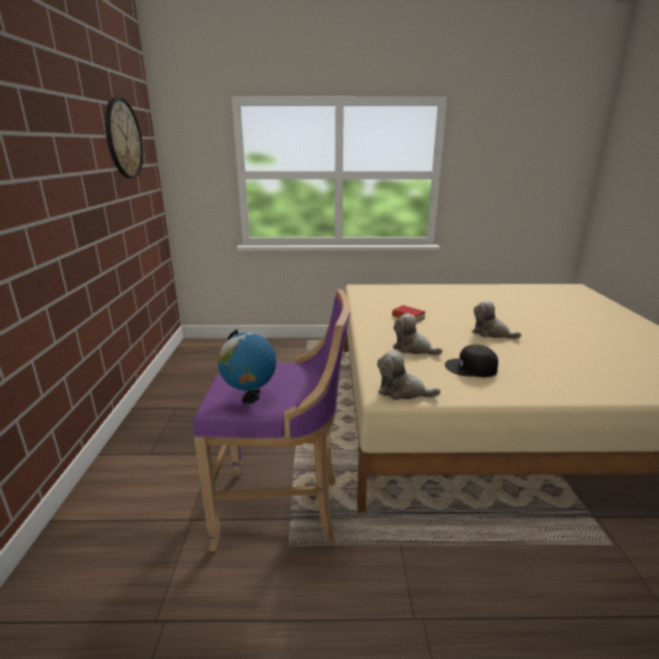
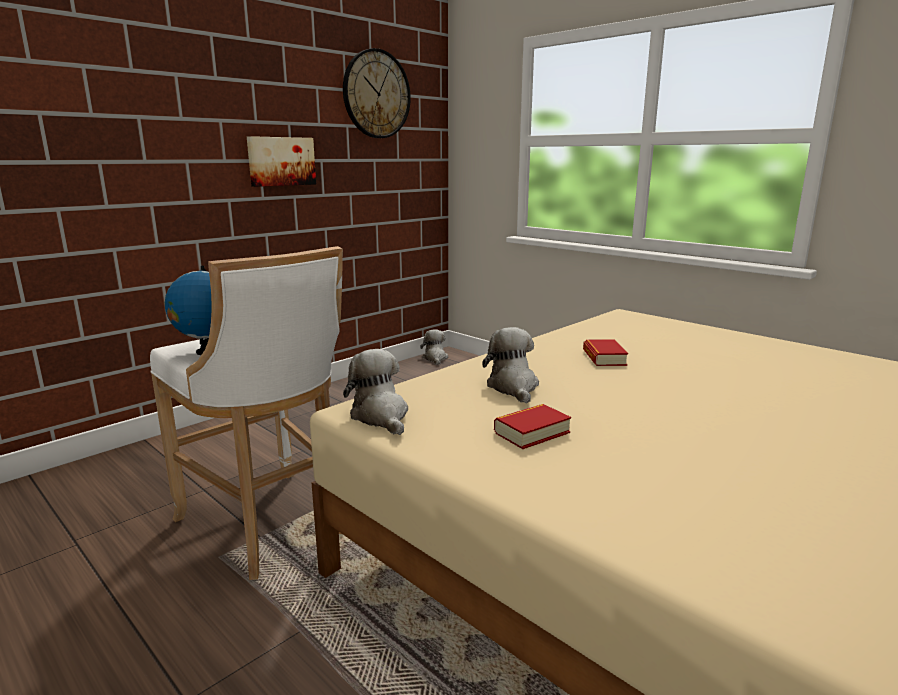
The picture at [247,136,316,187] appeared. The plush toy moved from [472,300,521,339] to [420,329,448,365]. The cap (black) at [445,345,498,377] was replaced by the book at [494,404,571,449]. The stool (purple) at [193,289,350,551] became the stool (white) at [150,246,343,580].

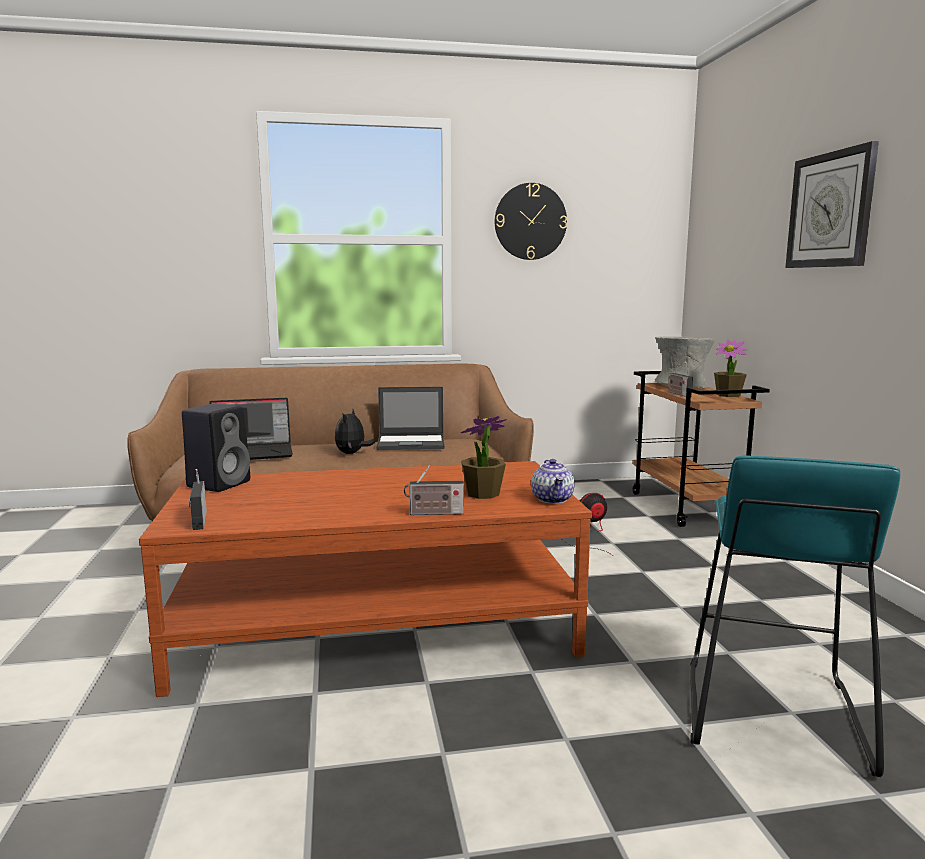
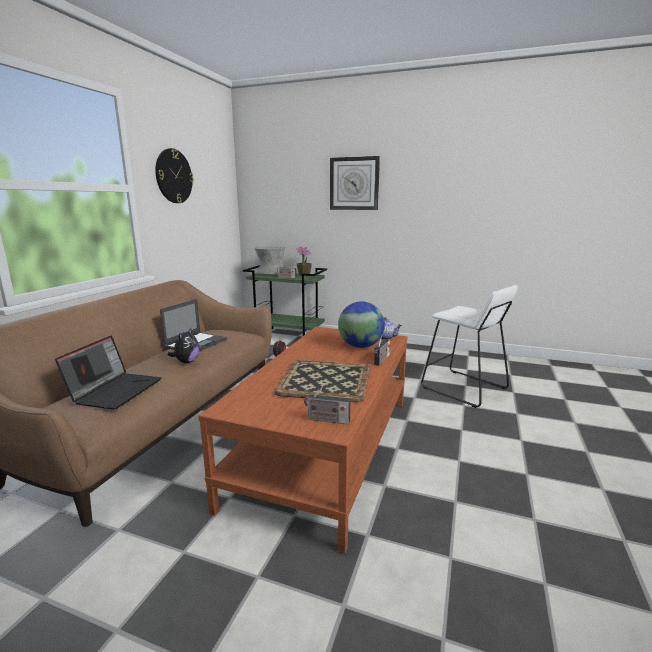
The speaker (black) at [182,404,250,492] disappeared. The tray at [274,360,370,402] appeared. The potted plant at [461,416,507,499] was replaced by the globe at [338,301,385,348]. The cart (brown) at [633,371,770,527] became the cart (green) at [243,265,327,336]. The stool (turquoise) at [690,455,900,777] became the stool (white) at [421,285,518,408]. The plush toy at [335,409,375,454] turned 120 degrees counterclockwise.

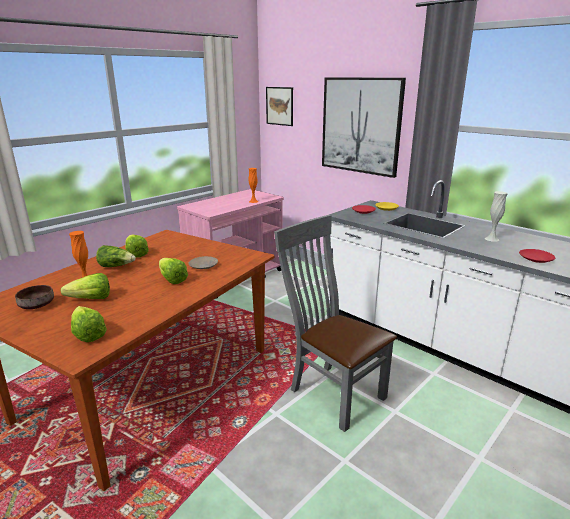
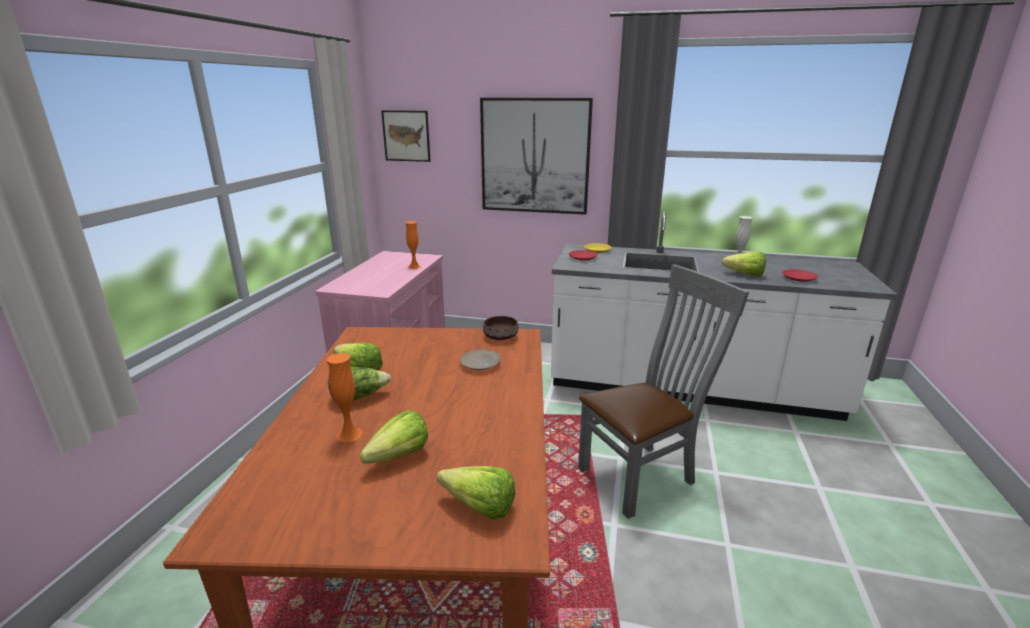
The bowl (brown) moved from [15,285,54,309] to [483,316,518,340]. The lettuce moved from [159,258,188,284] to [722,252,766,277]. The chair (grey) at [274,215,397,432] turned 135 degrees clockwise.

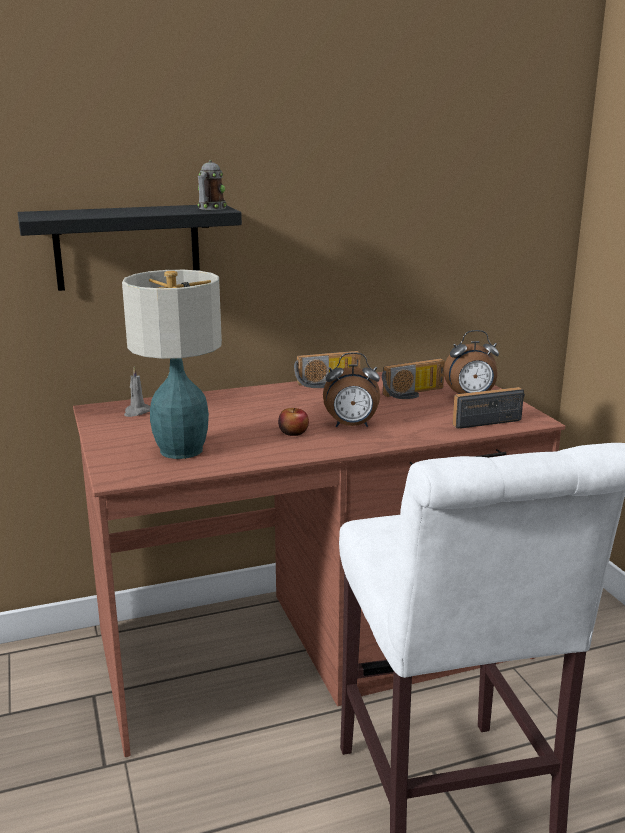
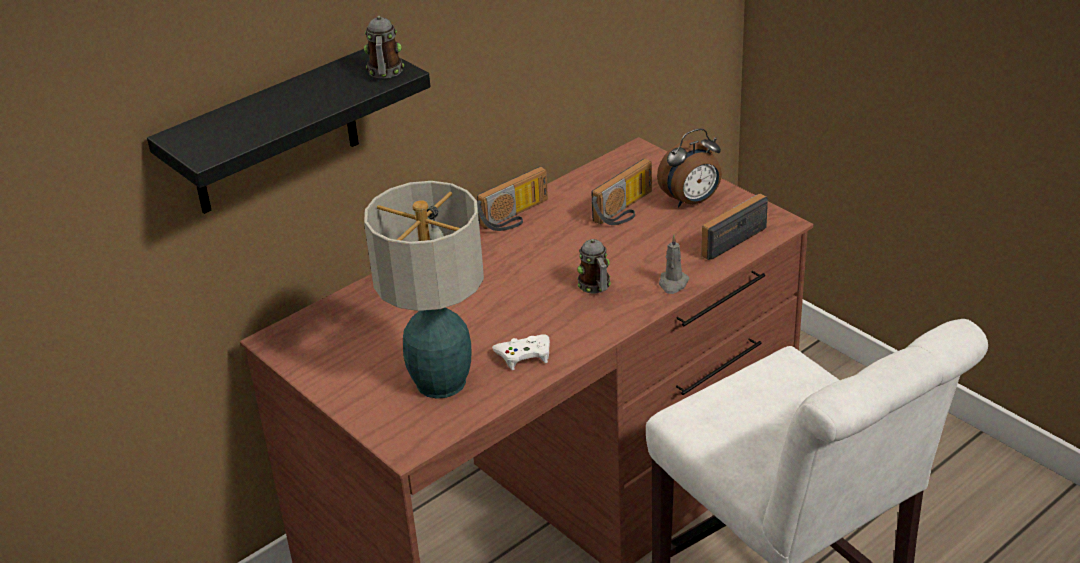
The apple at [278,408,309,436] disappeared. The game controller (white) at [492,334,550,370] appeared. The candle (grey) moved from [124,367,150,417] to [659,235,690,294]. The alarm clock at [323,352,380,427] was replaced by the mug at [577,239,611,294].

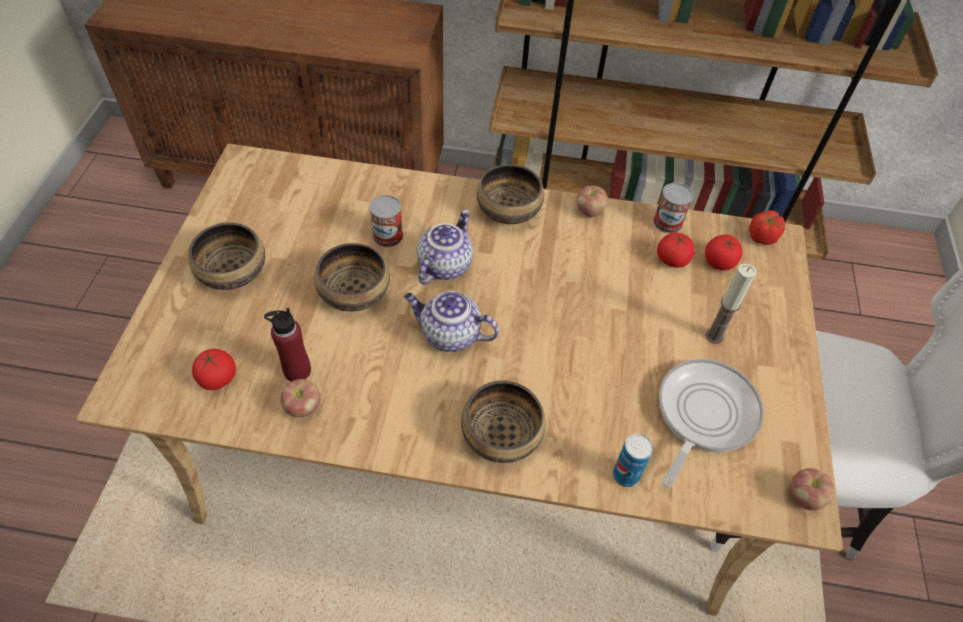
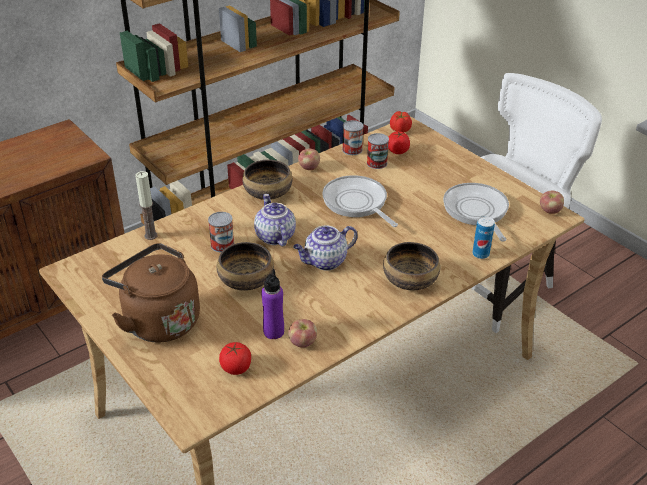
The frying pan at [322,175,398,227] appeared. The candle moved from [705,263,757,344] to [135,171,158,240]. The bowl at [188,222,265,290] was replaced by the kettle (brown) at [102,243,200,342]. The tomato at [657,232,694,268] was replaced by the can at [367,133,389,169]. The bottle (red) at [264,308,311,381] became the bottle (purple) at [261,269,284,339].

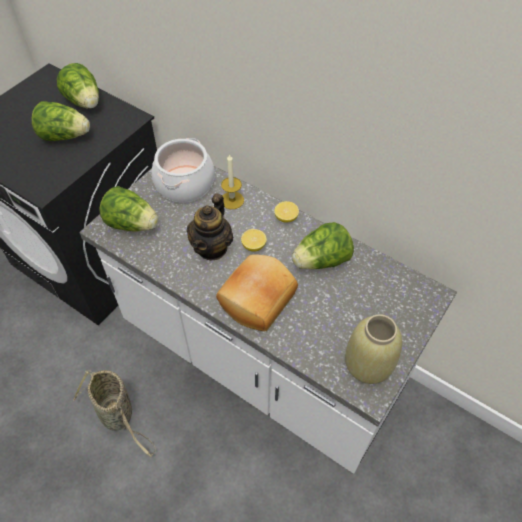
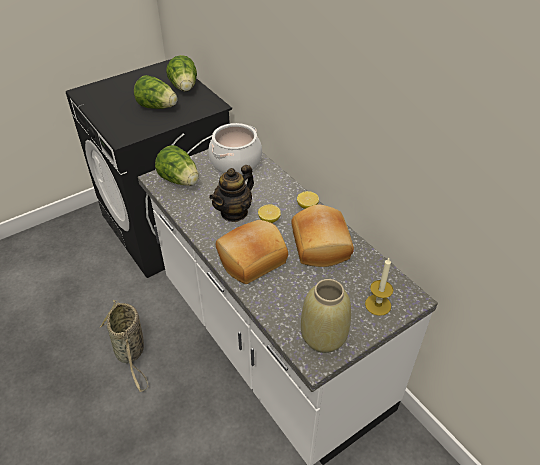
The candle moved from [221,154,244,209] to [365,258,393,316]. The lettuce at [292,222,354,269] was replaced by the bread at [291,205,354,267].

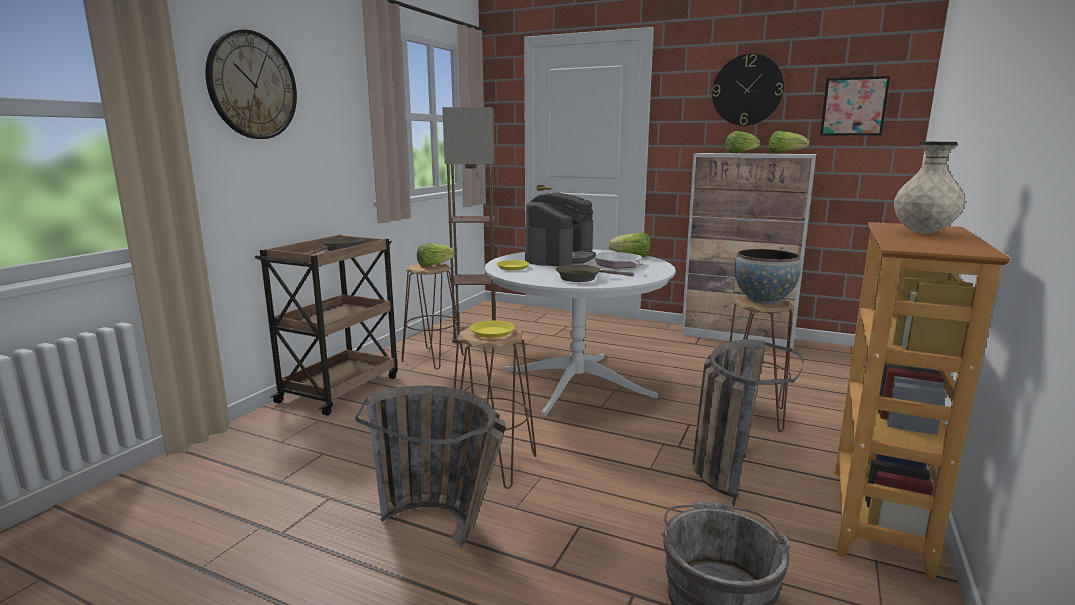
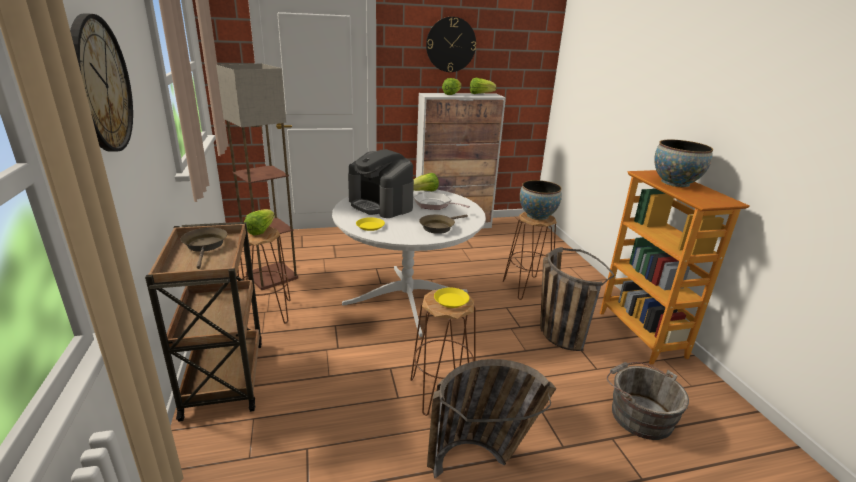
The picture at [820,76,890,135] disappeared. The vase (beige) at [894,142,964,234] was replaced by the bowl at [654,139,713,187]. The coffee machine at [525,192,596,267] turned 150 degrees clockwise.

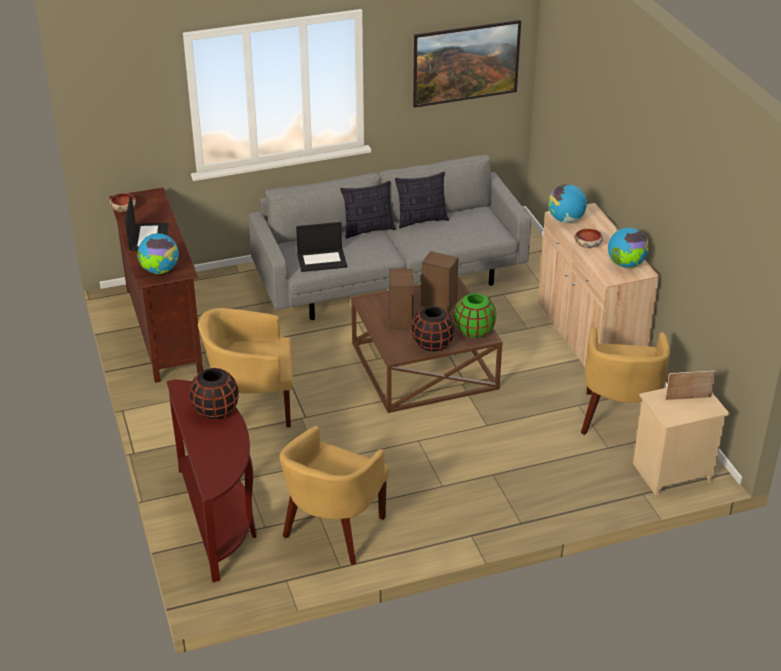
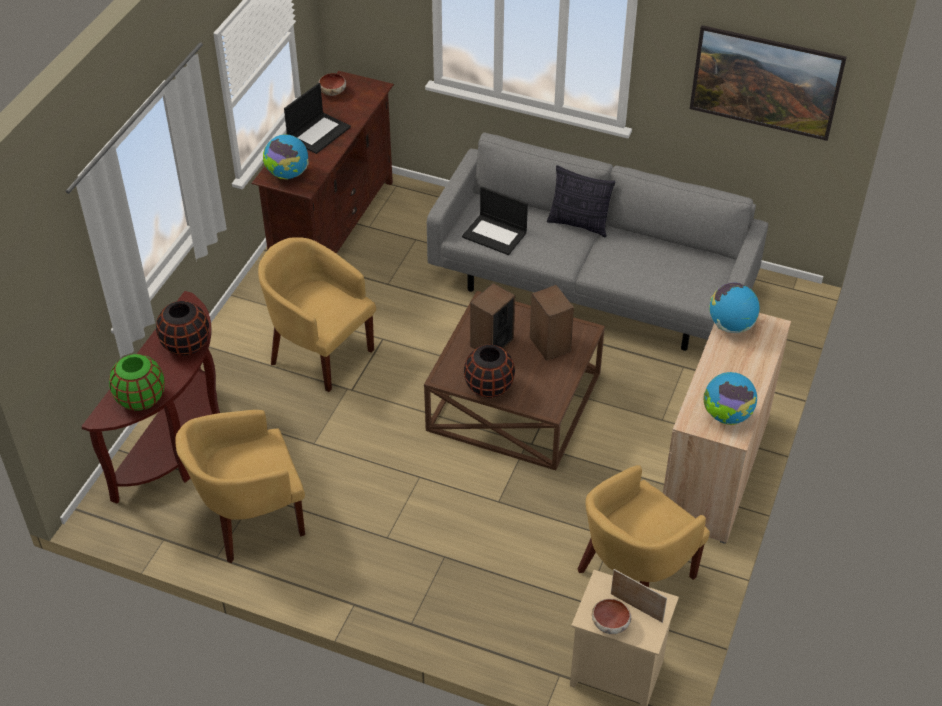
The pillow at [395,172,449,228] disappeared. The vase (green) moved from [454,293,496,338] to [109,354,165,410]. The bowl moved from [575,228,603,248] to [592,599,631,634].

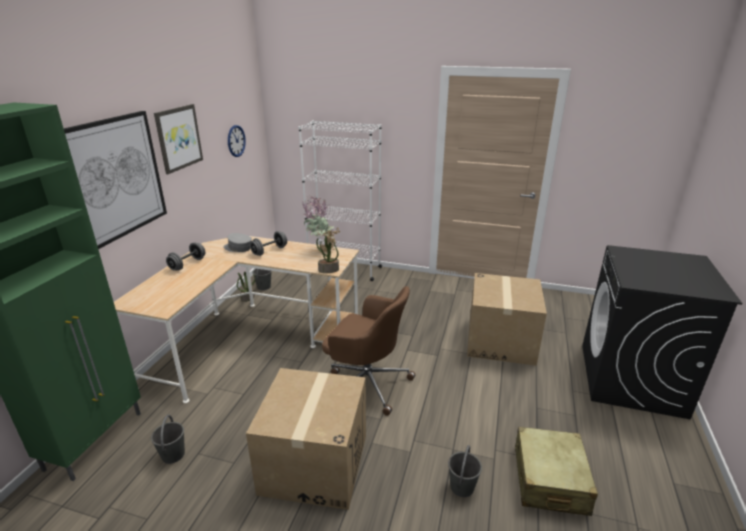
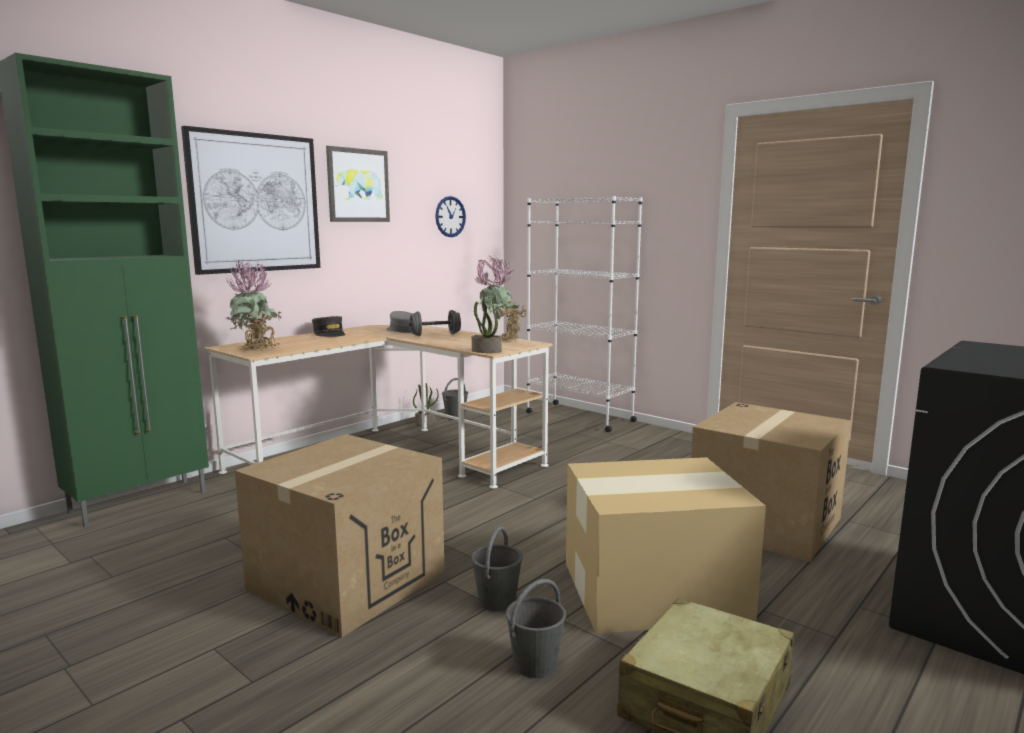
The office chair (brown) at [322,286,415,416] disappeared. The potted plant at [225,260,282,350] appeared. The cardboard box at [566,457,766,634] appeared. The bucket (grey) moved from [151,415,185,464] to [471,526,523,611]. The dumbbell (grey) at [166,242,205,271] was replaced by the cap (grey) at [312,316,345,337].

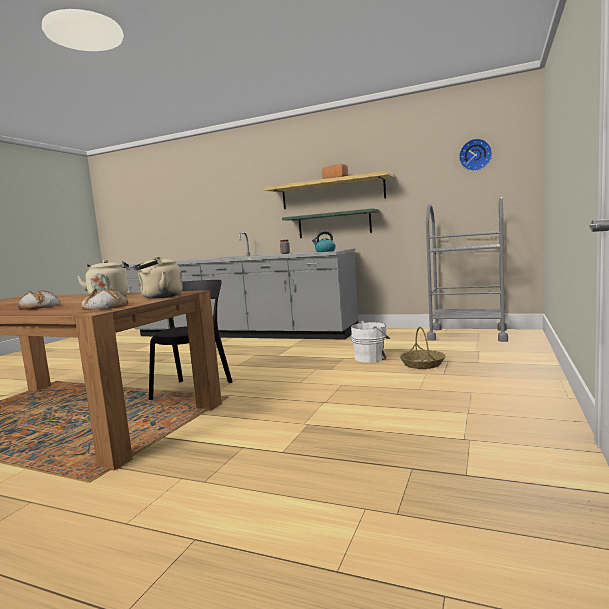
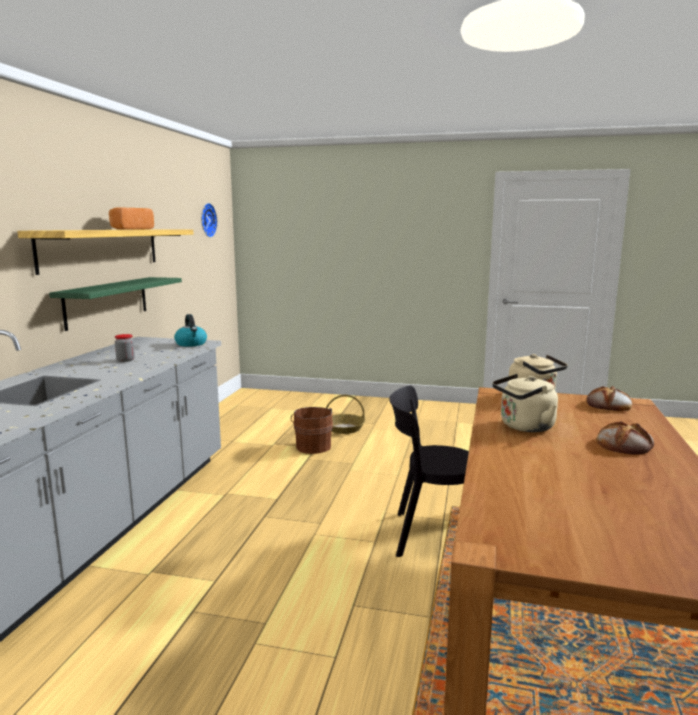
The cart (grey) at [426,197,508,342] disappeared. The bucket (white) at [351,321,390,363] became the bucket (brown) at [291,407,333,454].

